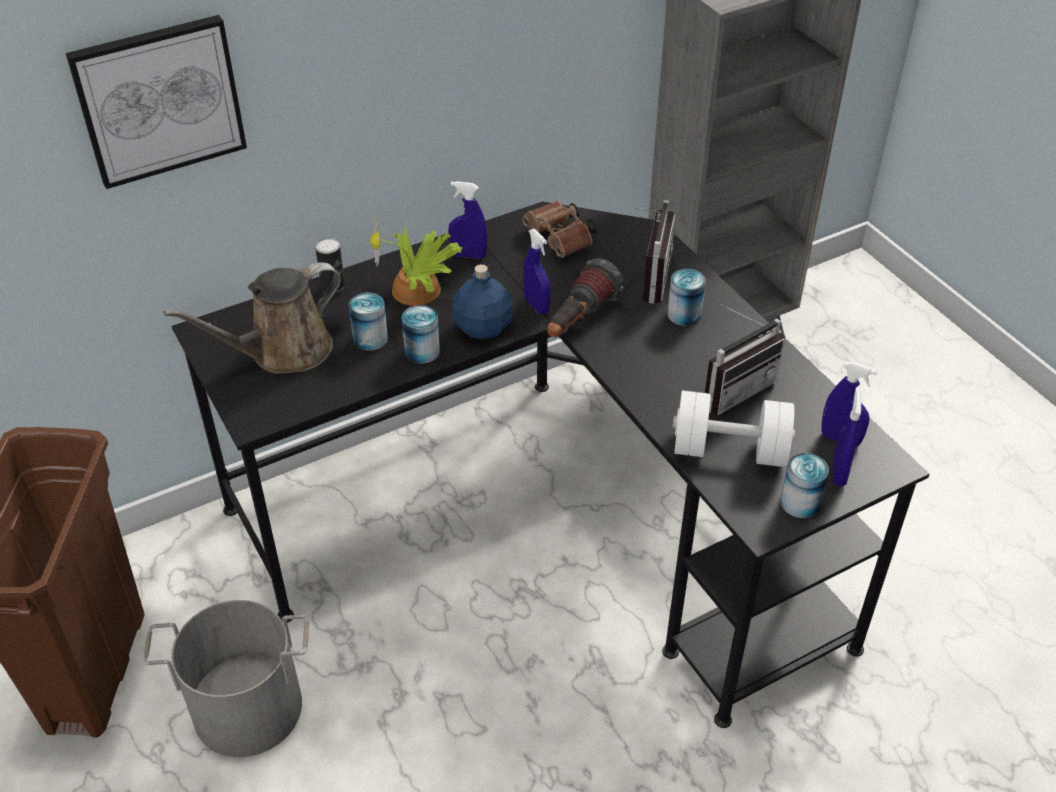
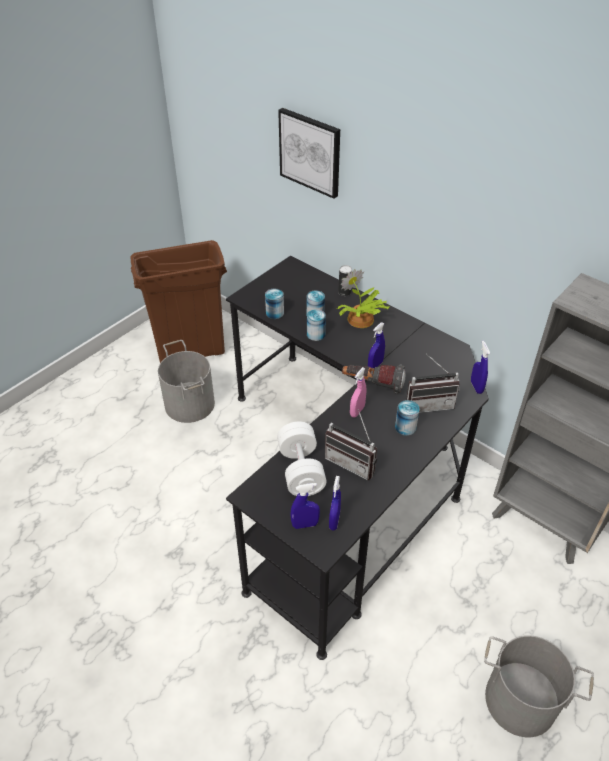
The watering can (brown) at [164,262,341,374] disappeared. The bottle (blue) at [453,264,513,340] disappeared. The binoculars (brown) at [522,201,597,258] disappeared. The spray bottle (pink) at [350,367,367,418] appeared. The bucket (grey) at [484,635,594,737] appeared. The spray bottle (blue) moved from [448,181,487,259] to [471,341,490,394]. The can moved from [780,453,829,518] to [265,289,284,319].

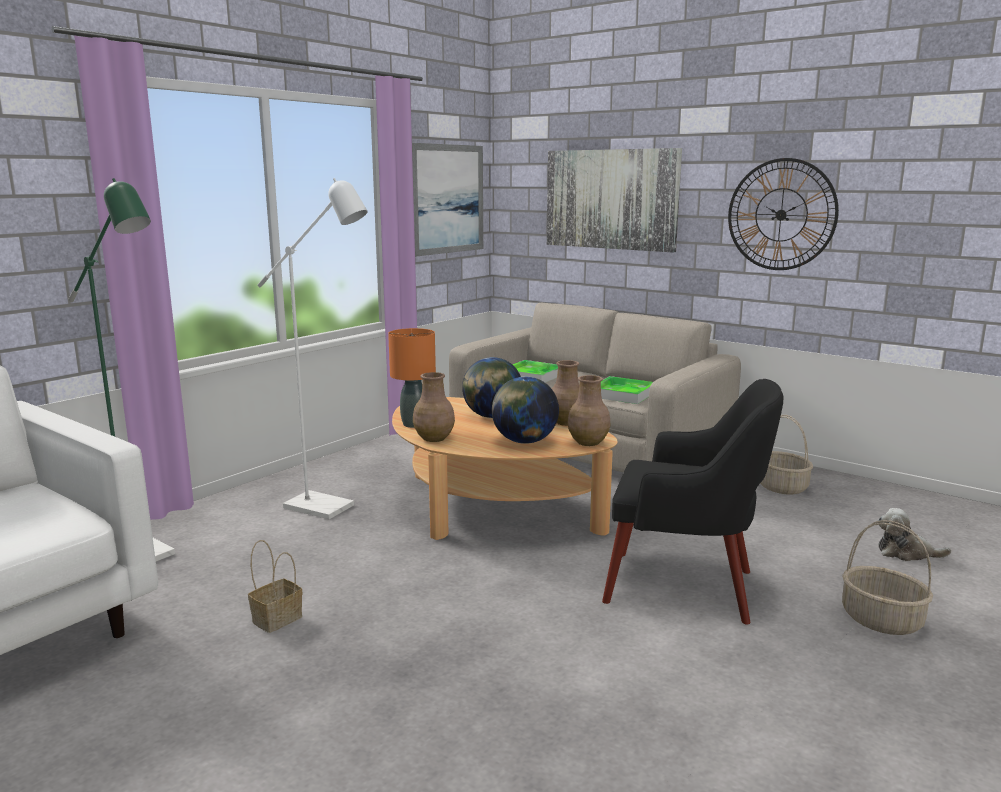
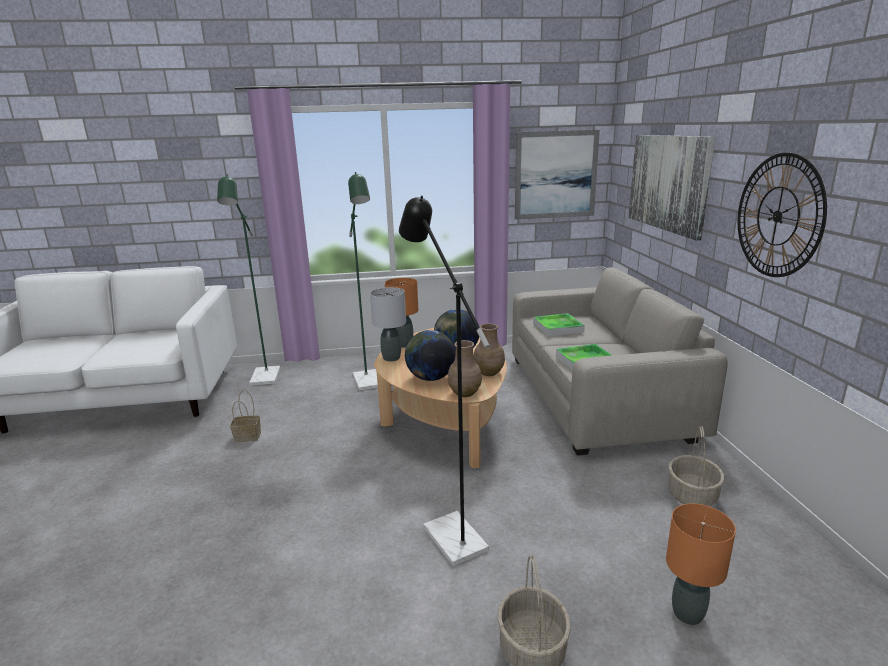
The vase (brown) at [413,372,455,442] was replaced by the table lamp (grey) at [370,287,406,362]. The armchair (black) at [602,379,784,624] was replaced by the floor lamp (black) at [399,195,490,566]. The plush toy at [878,508,952,561] was replaced by the table lamp (orange) at [666,503,736,625]. The floor lamp (white) at [257,178,368,519] became the floor lamp (green) at [348,172,378,391].

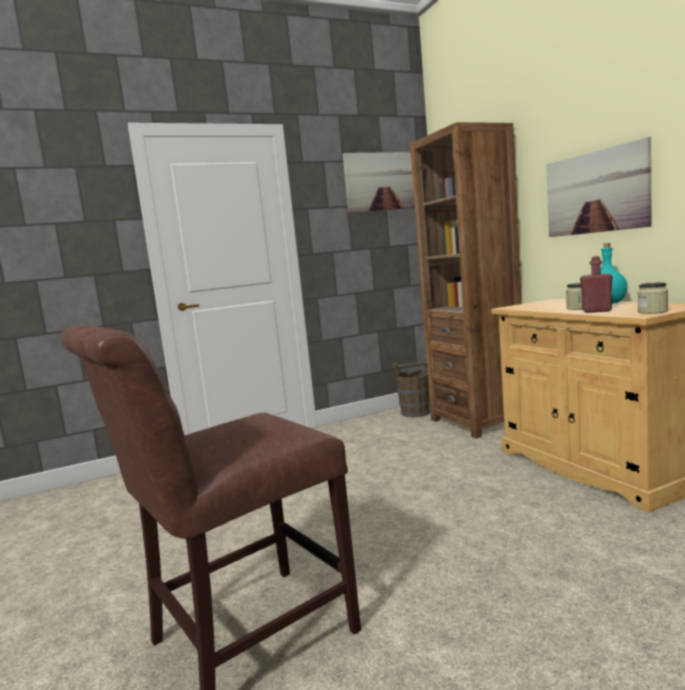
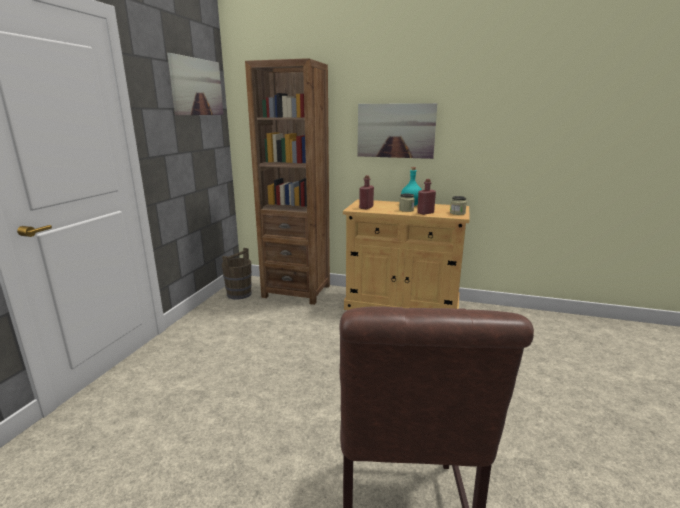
The bottle (red) at [359,175,374,210] appeared.

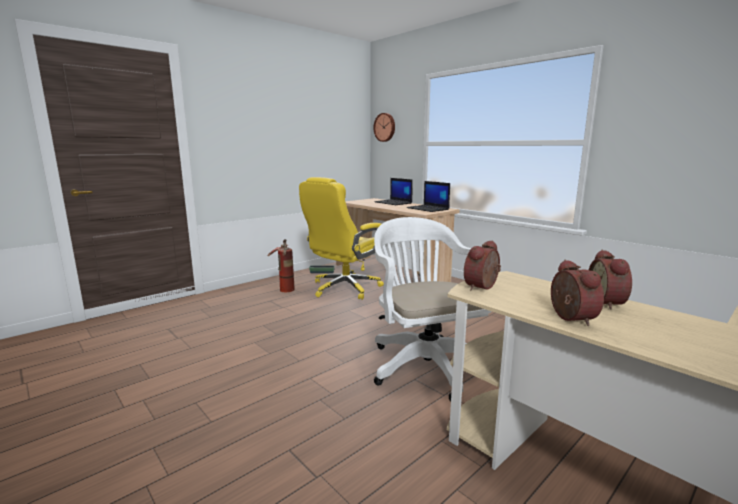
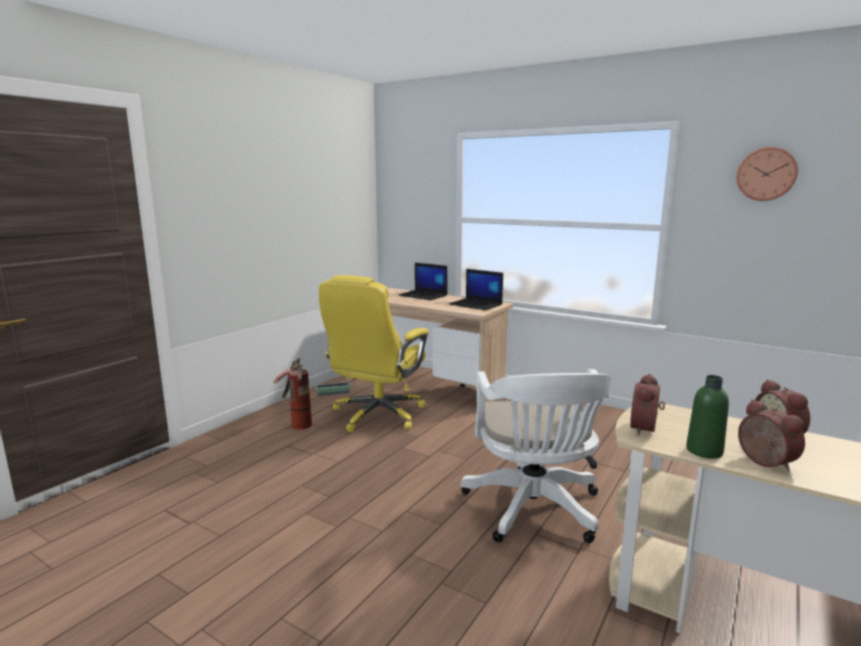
The bottle (green) at [686,375,729,459] appeared. The wall clock moved from [373,113,395,142] to [737,147,798,201]. The office chair (white) at [374,217,491,401] turned 150 degrees counterclockwise.

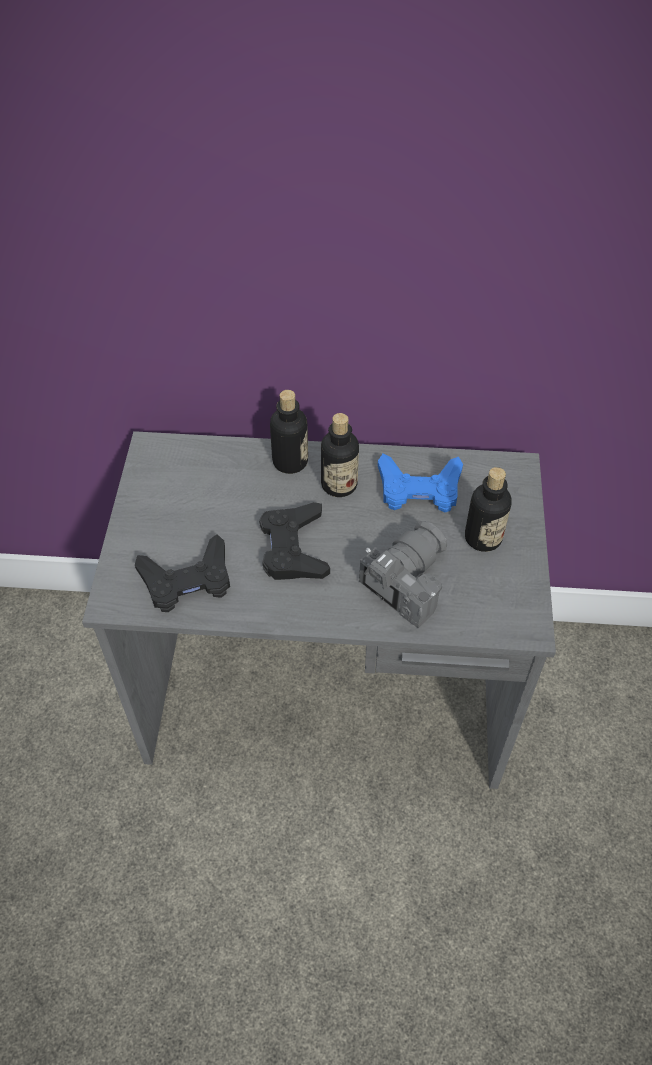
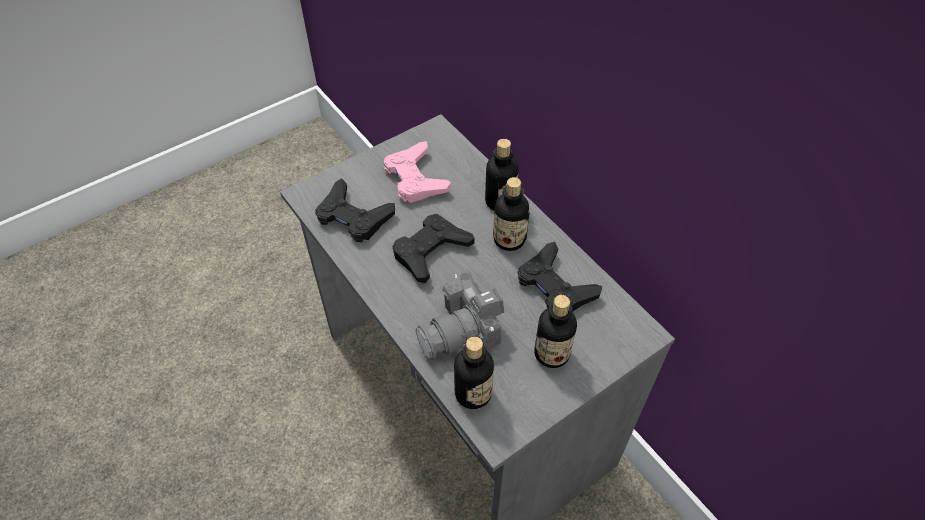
The game controller (pink) at [384,141,451,203] appeared. The bottle at [454,337,494,409] appeared. The game controller (blue) at [378,454,463,513] became the game controller (black) at [518,242,602,312]. The photo camera at [359,521,447,628] turned 150 degrees clockwise.

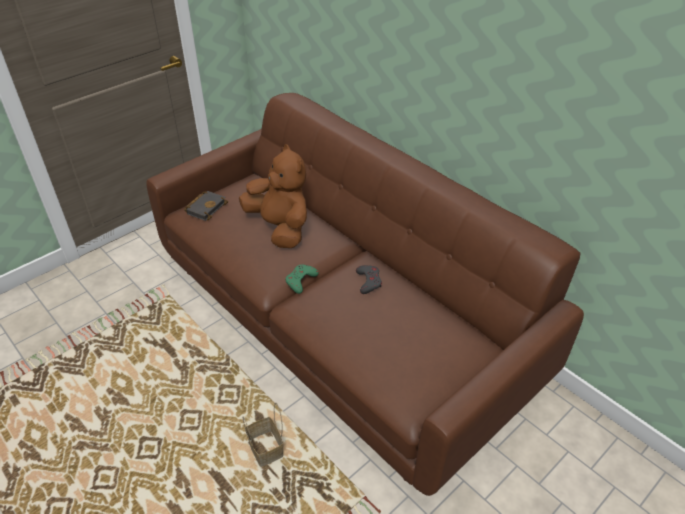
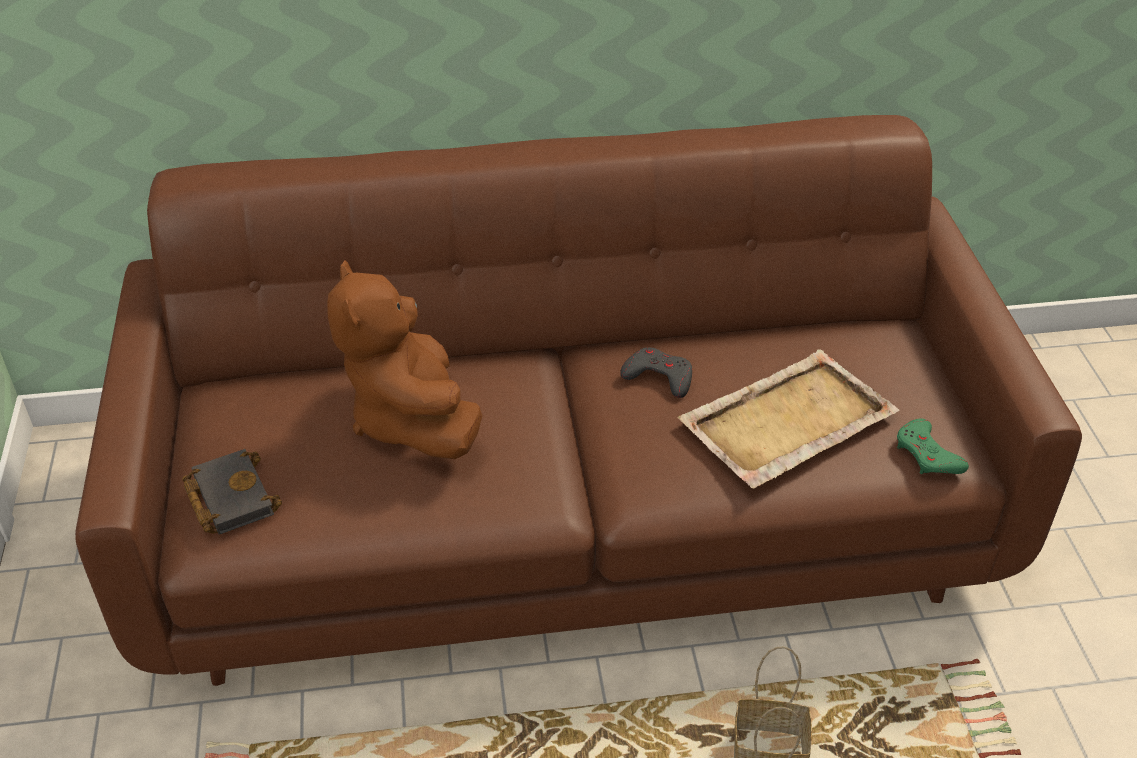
The tray (beige) at [678,349,899,488] appeared. The game controller (green) moved from [285,265,319,294] to [897,419,969,474]. The plush toy (brown) at [239,144,307,248] turned 105 degrees counterclockwise.

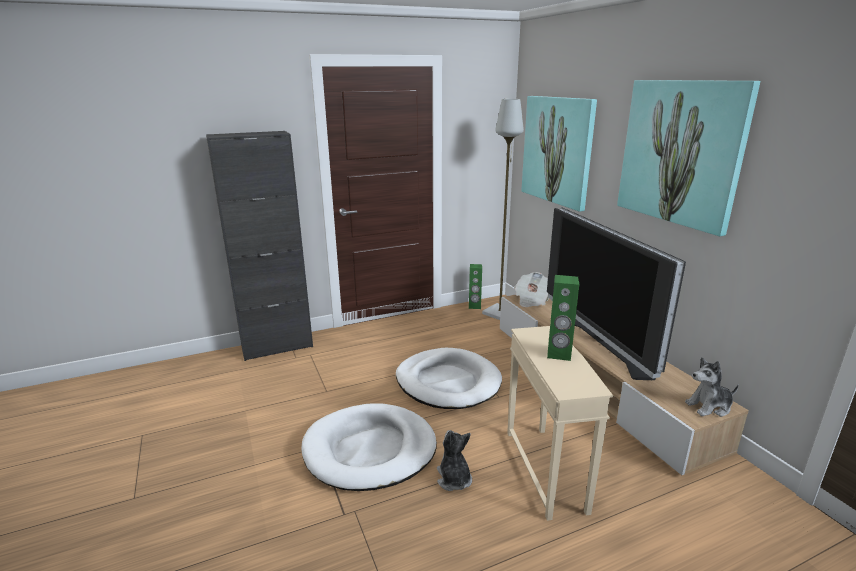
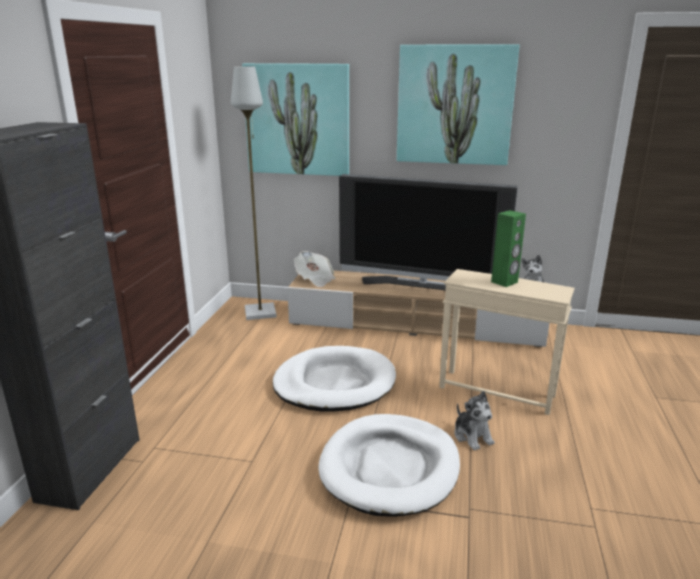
The speaker (green) at [469,264,482,309] disappeared. The plush toy at [437,430,472,491] turned 135 degrees counterclockwise.

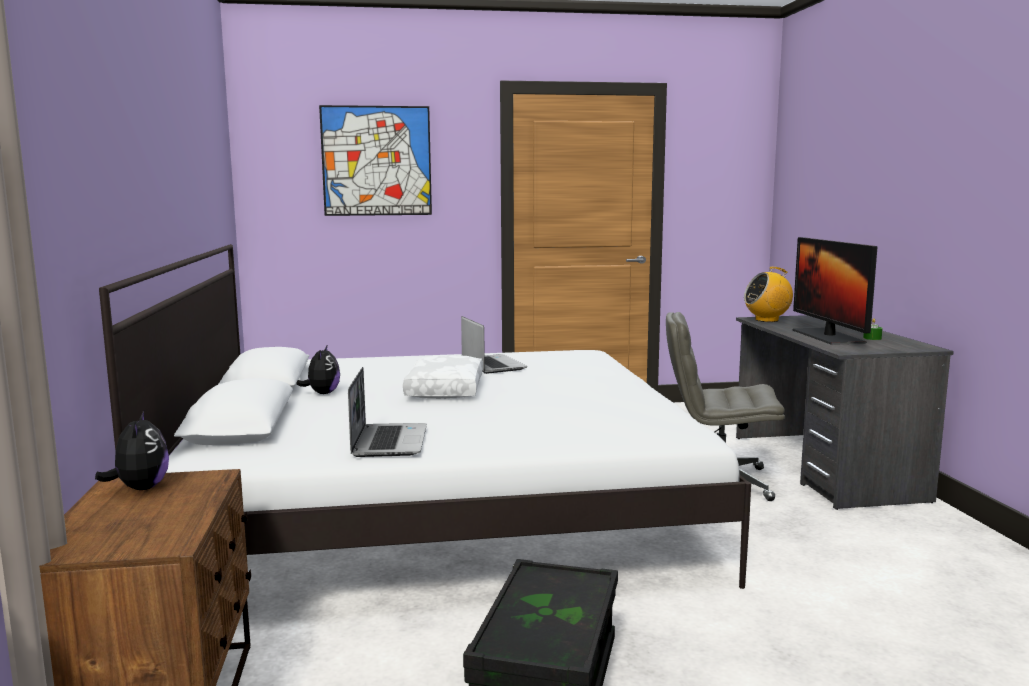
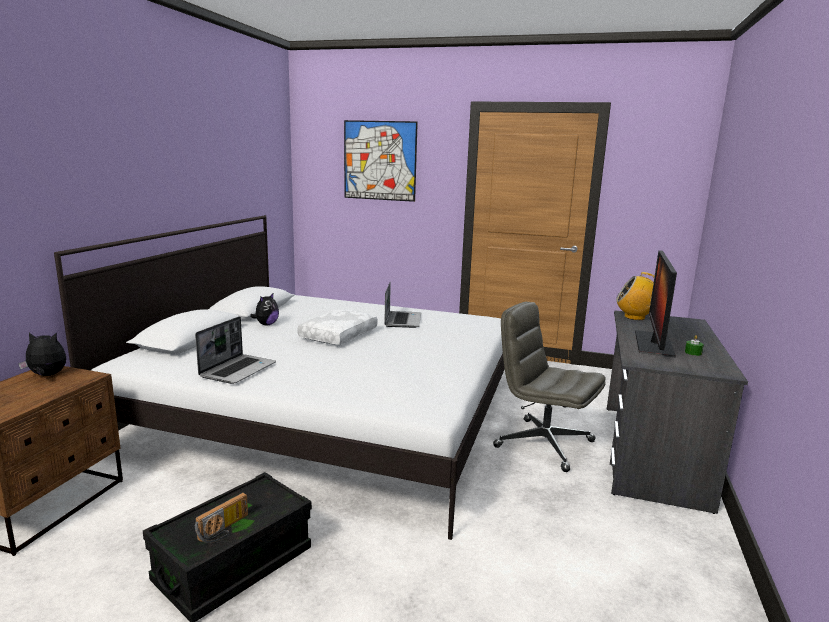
The radio at [195,493,248,543] appeared. The plush toy at [95,411,169,490] turned 105 degrees counterclockwise.

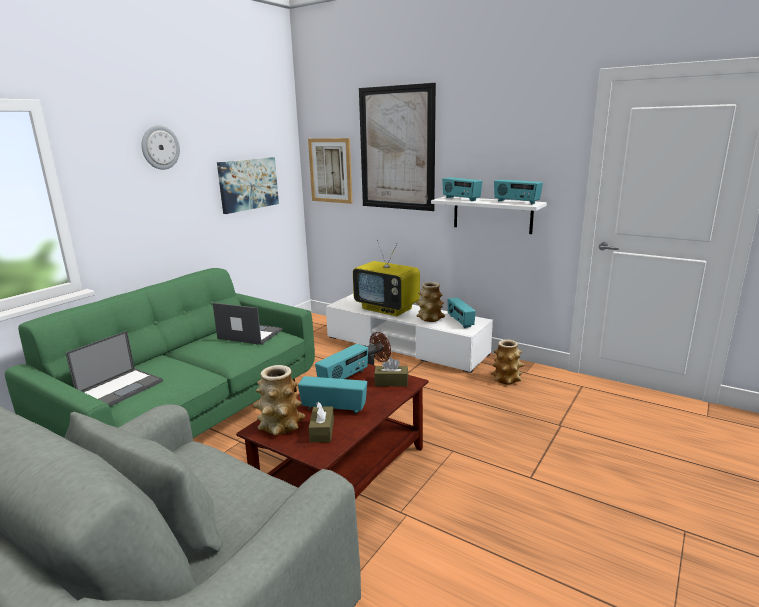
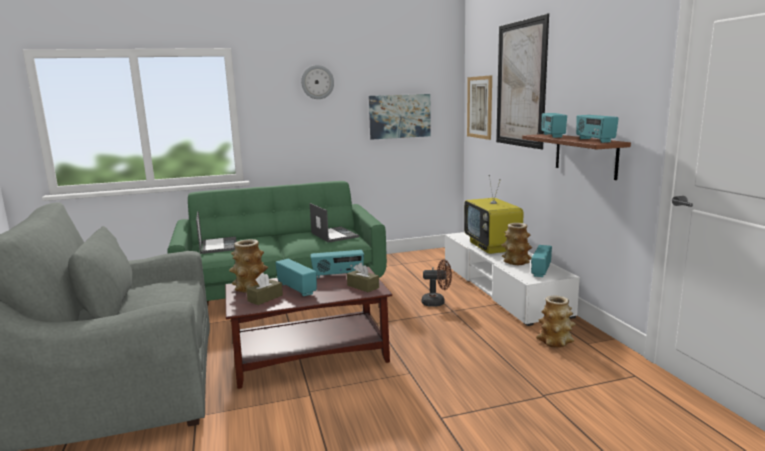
The shelf (white) at [431,196,547,234] became the shelf (brown) at [522,134,631,180]. The laptop at [66,331,163,407] turned 90 degrees counterclockwise.

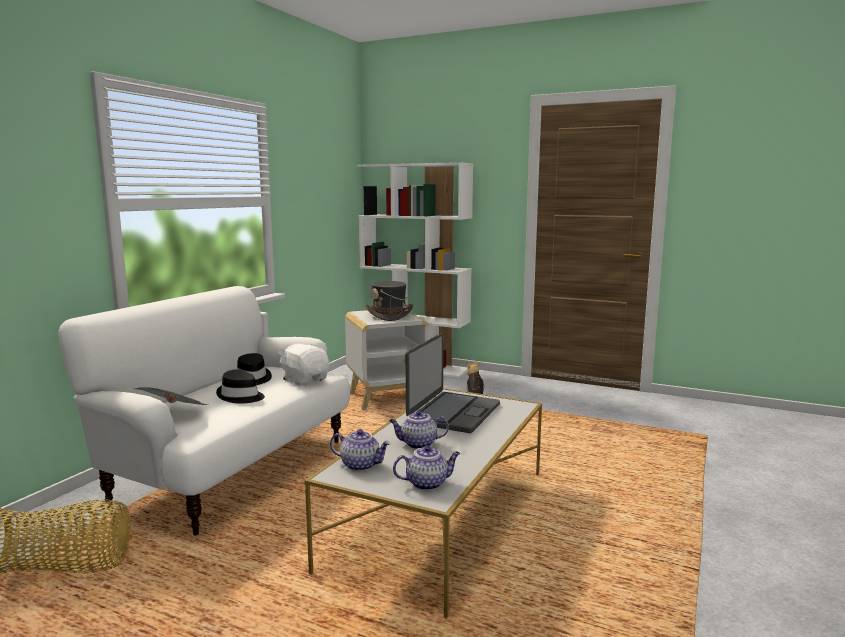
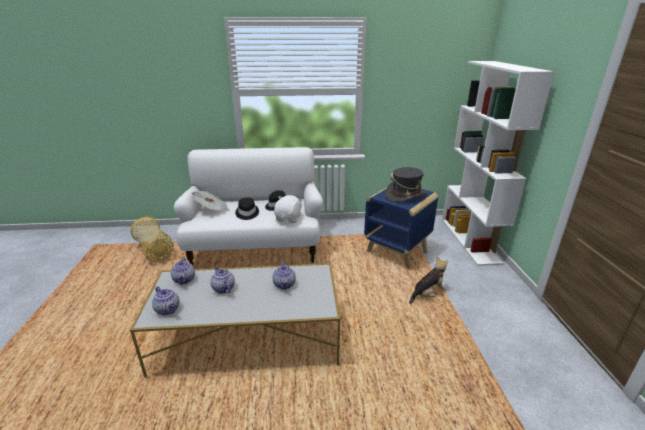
The laptop at [406,333,500,433] was replaced by the teapot at [272,261,296,290]. The side table (white) at [345,310,429,410] became the side table (blue) at [364,187,438,269].

